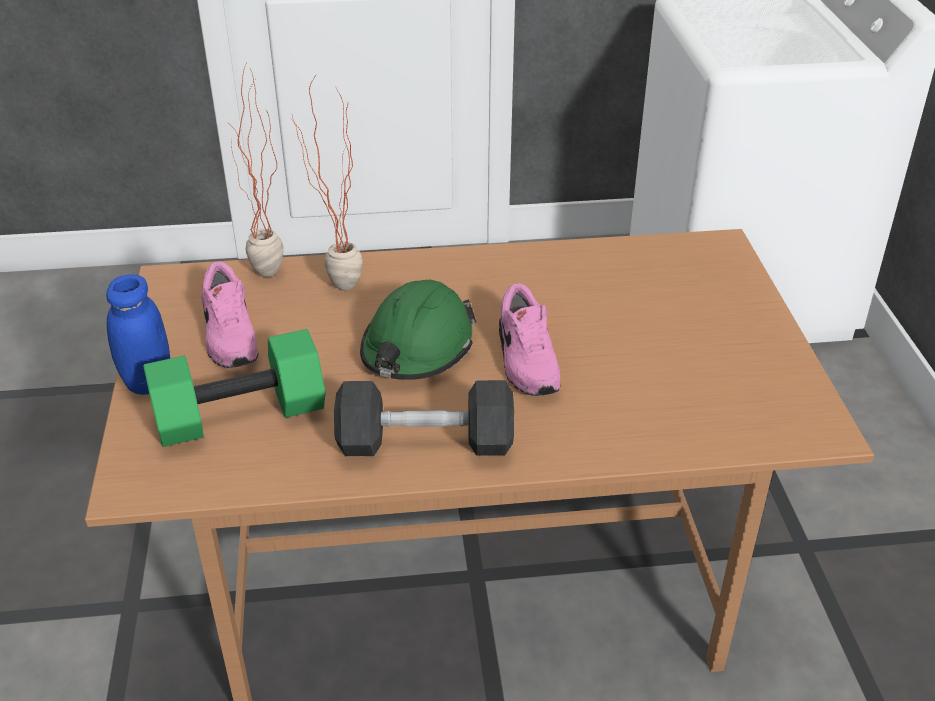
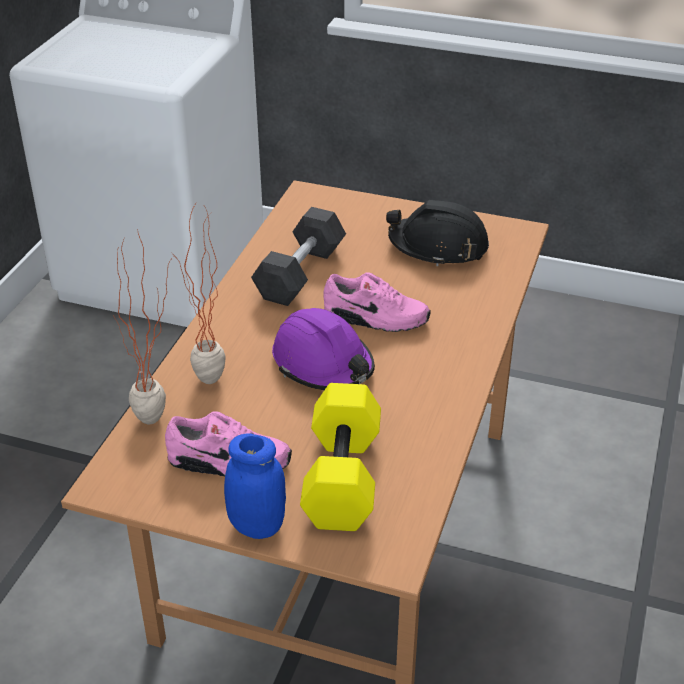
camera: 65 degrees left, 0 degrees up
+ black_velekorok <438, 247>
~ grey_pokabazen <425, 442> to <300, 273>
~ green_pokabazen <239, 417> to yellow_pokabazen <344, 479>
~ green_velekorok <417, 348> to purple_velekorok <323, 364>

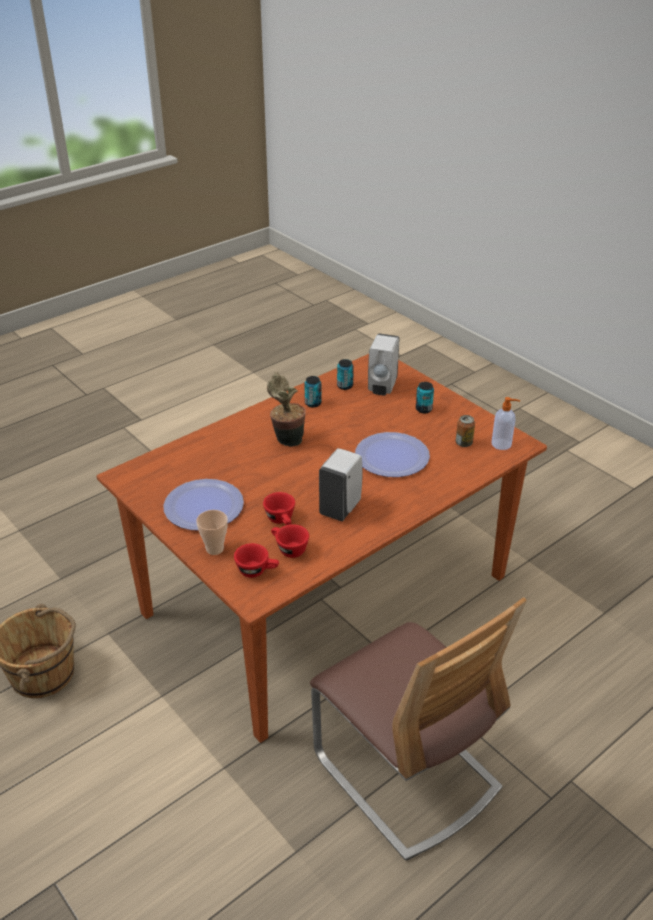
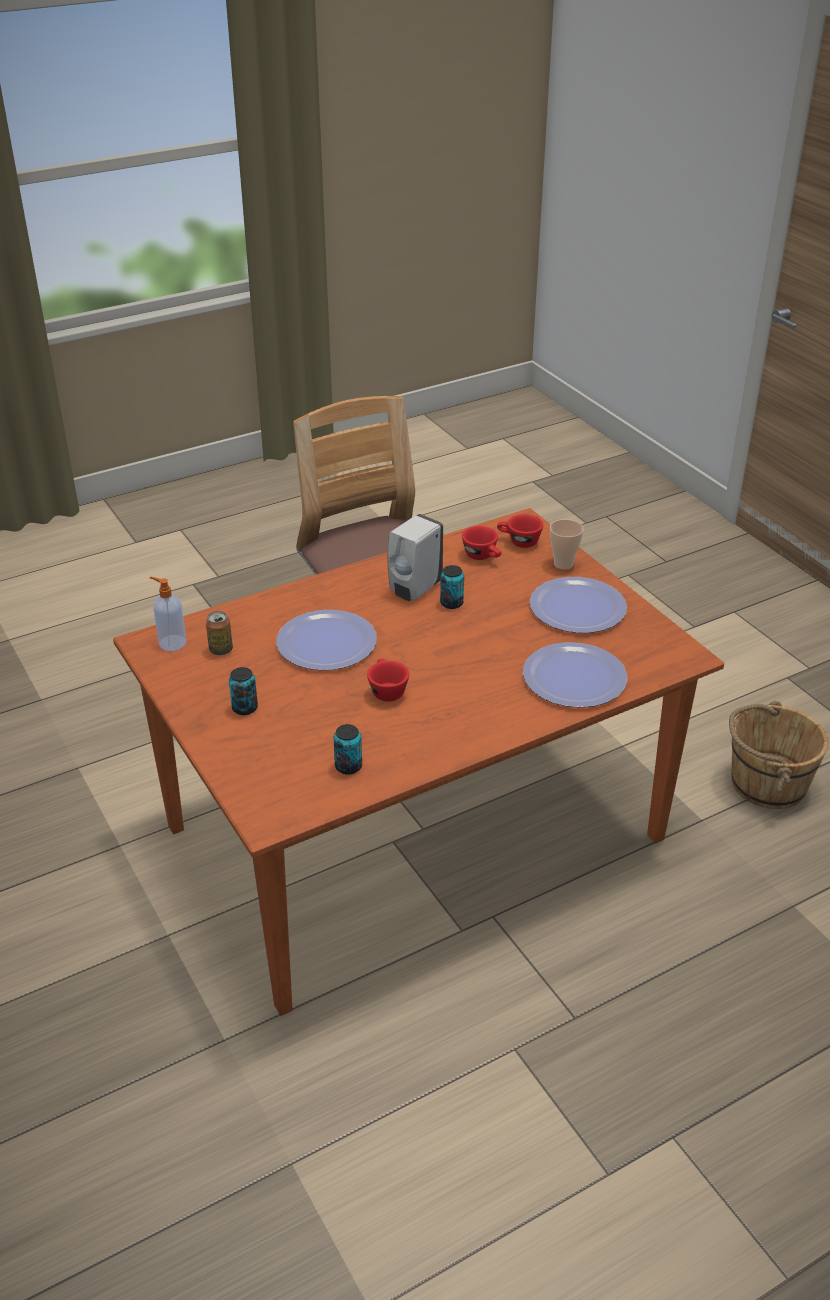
camera: 170 degrees left, 0 degrees up
- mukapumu <286, 440>
- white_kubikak <382, 387>
+ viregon <574, 677>
~ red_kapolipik <282, 520> to <386, 690>
~ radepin <313, 403> to <451, 603>

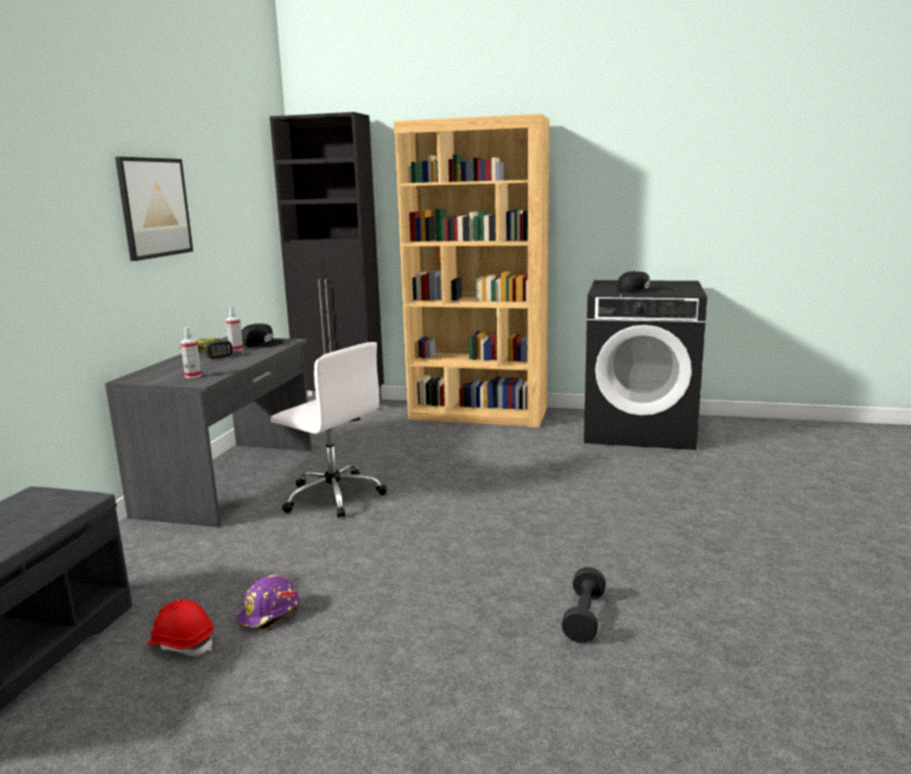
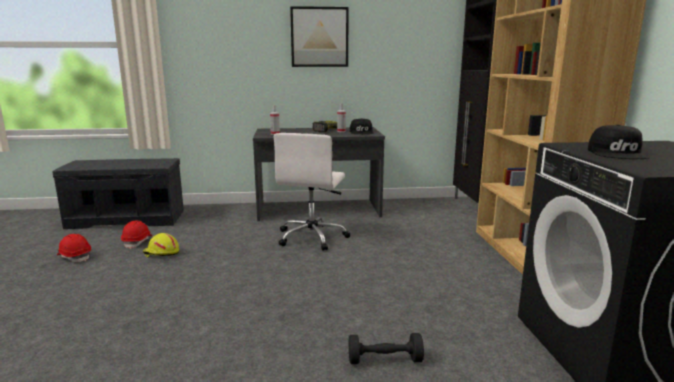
camera: 70 degrees right, 0 degrees up
+ red_velekorok <75, 257>
~ black_pokabazen <584, 617> to <384, 360>
~ purple_velekorok <270, 615> to yellow_velekorok <161, 253>

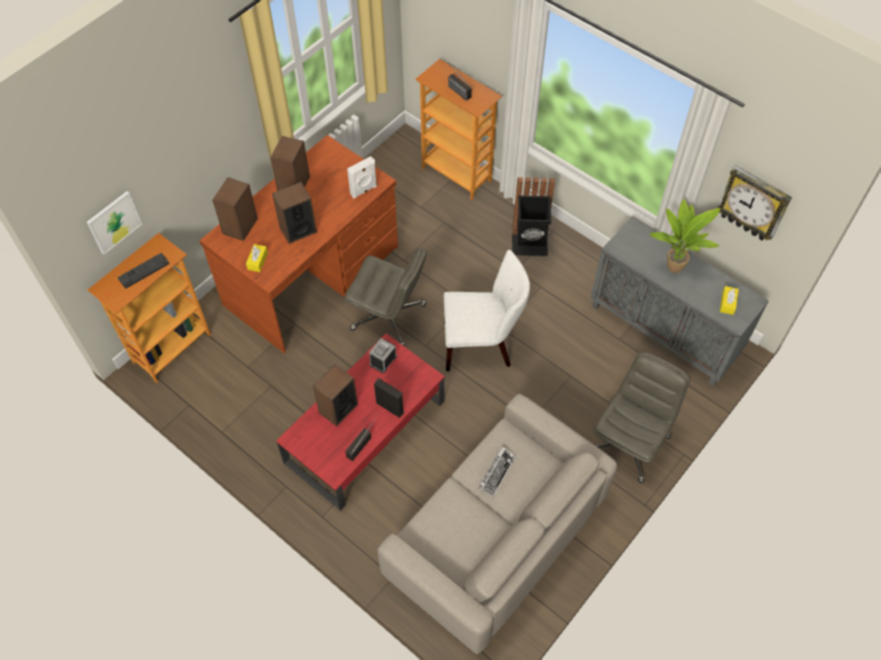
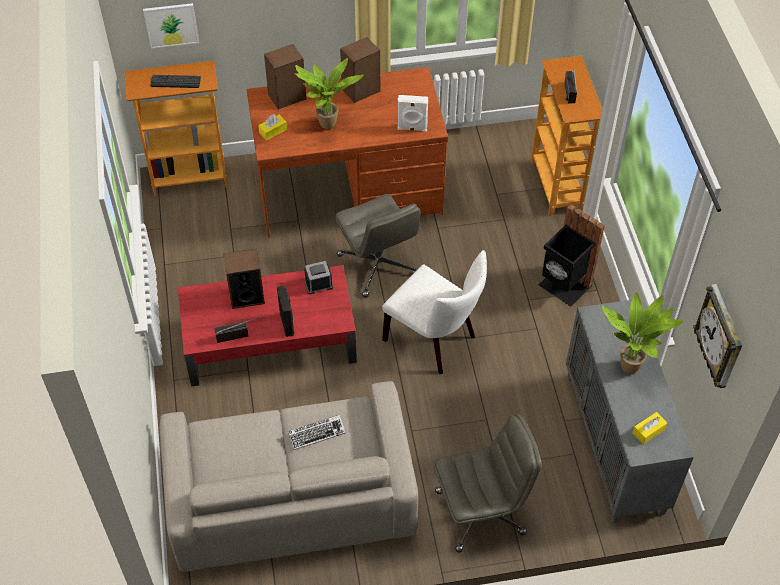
camera: 40 degrees right, 5 degrees down
~ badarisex <298, 229> to mukapumu <328, 126>

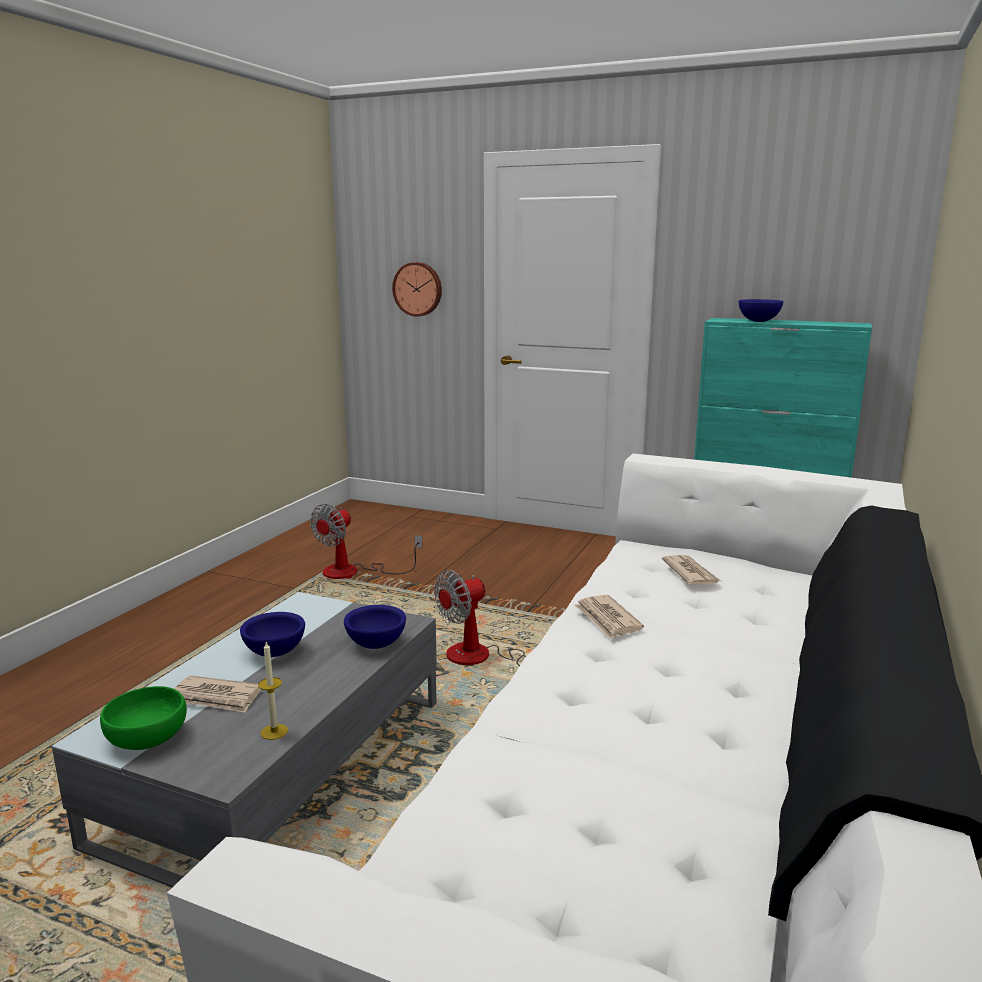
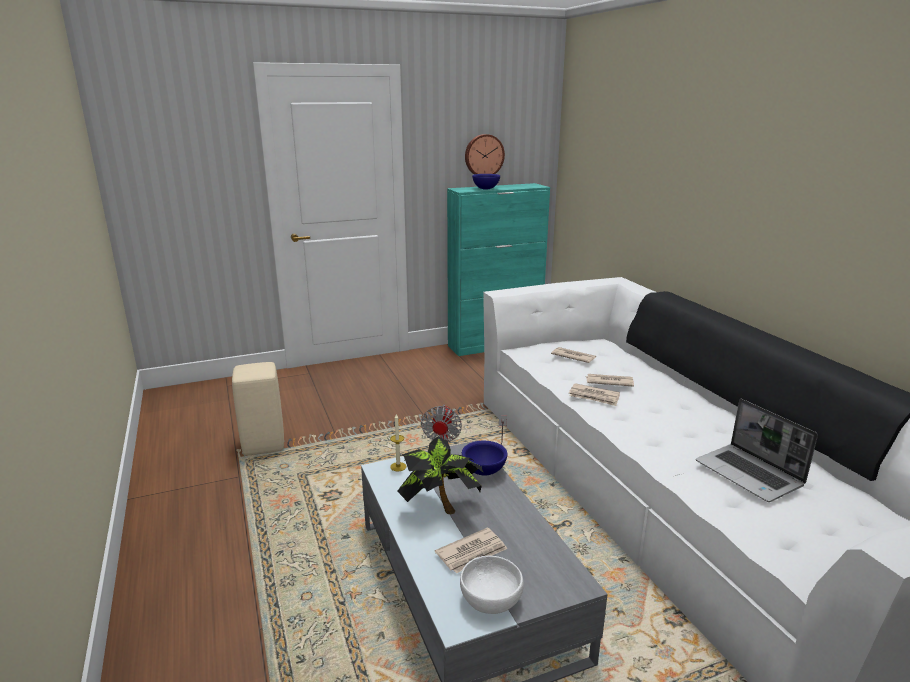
camera: 45 degrees left, 5 degrees up
+ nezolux <609, 382>
+ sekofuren <750, 474>
~ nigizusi <274, 732> to <398, 466>
~ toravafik <418, 289> to <483, 155>
~ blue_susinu <274, 652> to mukapumu <440, 508>
~ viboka <353, 572> to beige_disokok <264, 444>
~ green_susinu <146, 738> to white_susinu <490, 599>

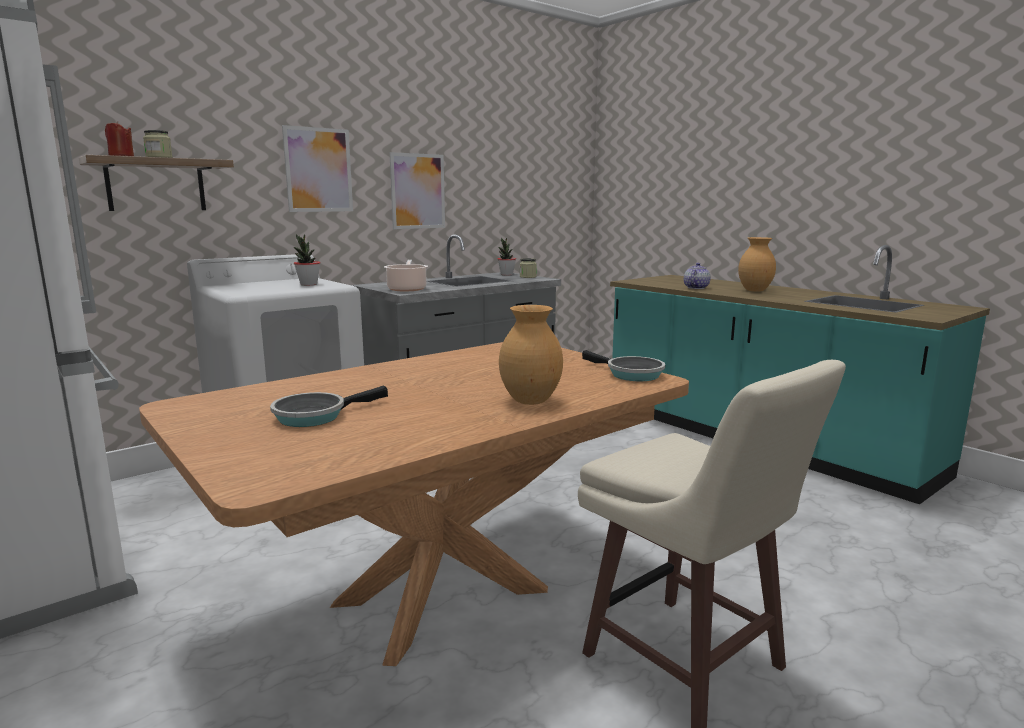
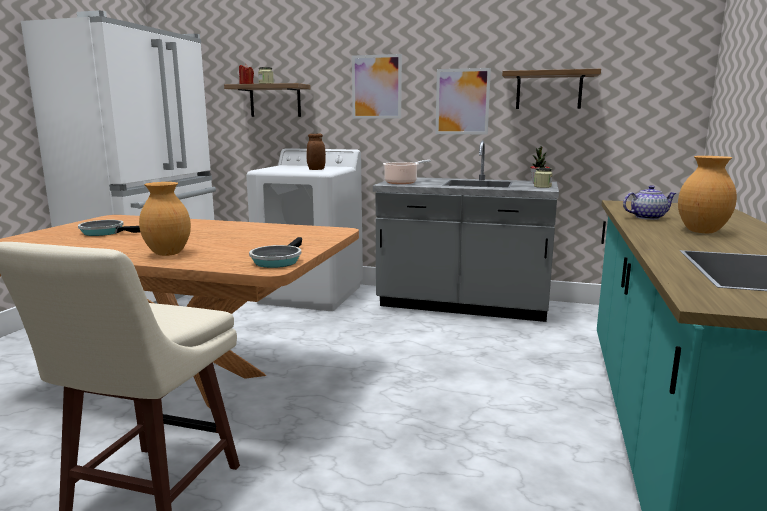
camera: 55 degrees right, 0 degrees up
+ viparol <549, 90>
~ mukapumu <308, 284> to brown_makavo <316, 169>

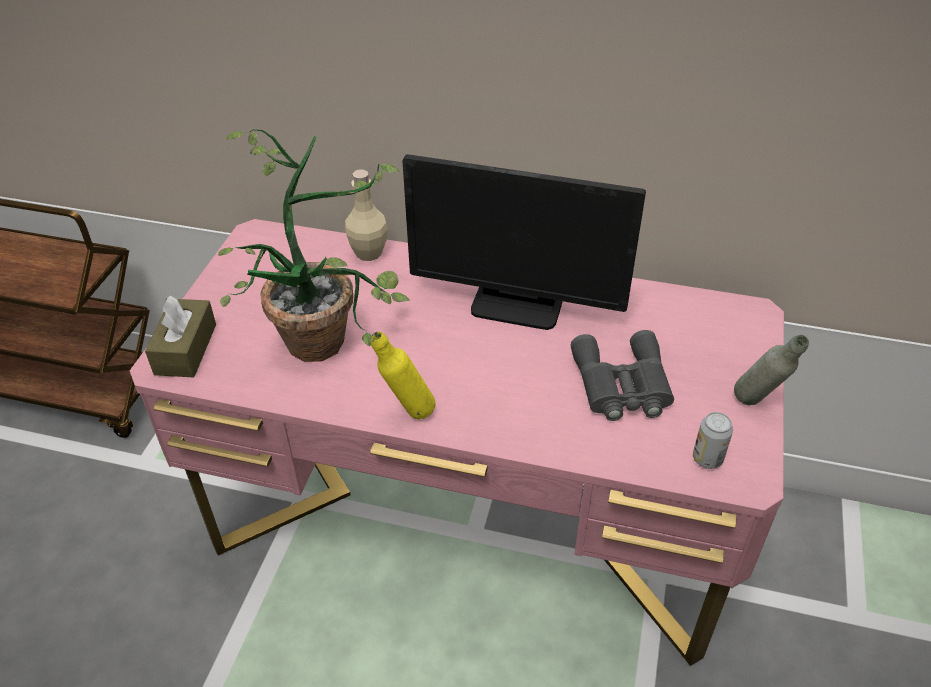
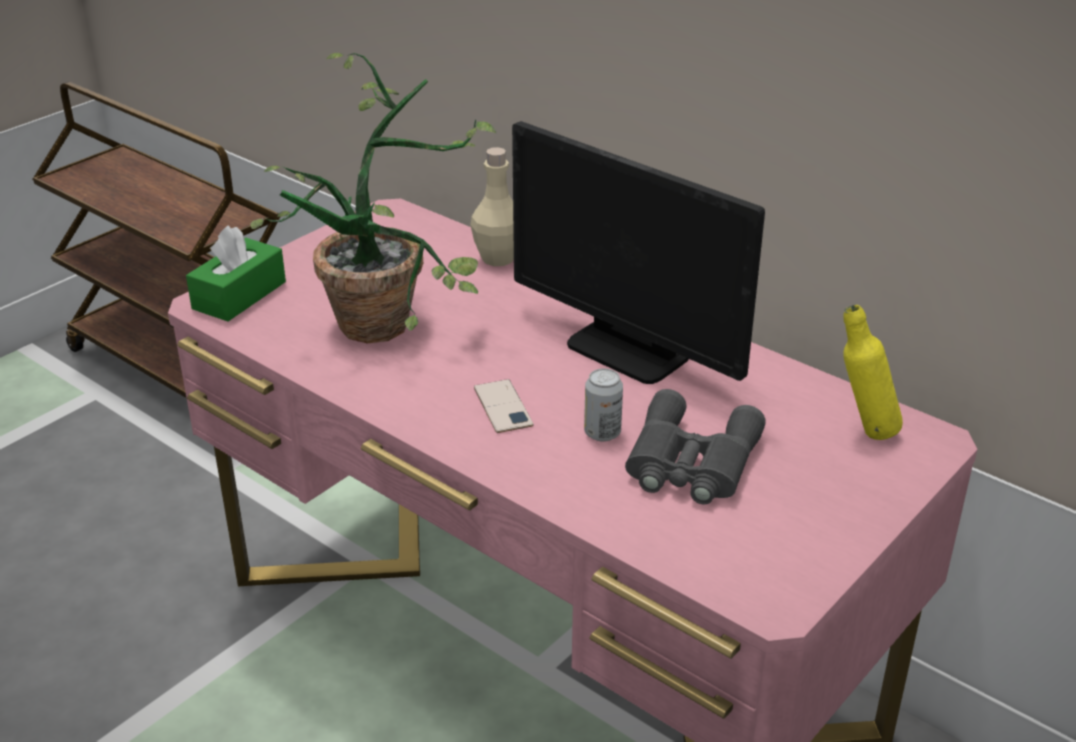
camera: 25 degrees right, 10 degrees down
- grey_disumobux <757, 406>
+ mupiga <503, 407>
~ yellow_disumobux <407, 413> to <863, 432>
~ radepin <707, 459> to <602, 433>
~ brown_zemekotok <186, 349> to green_zemekotok <239, 295>

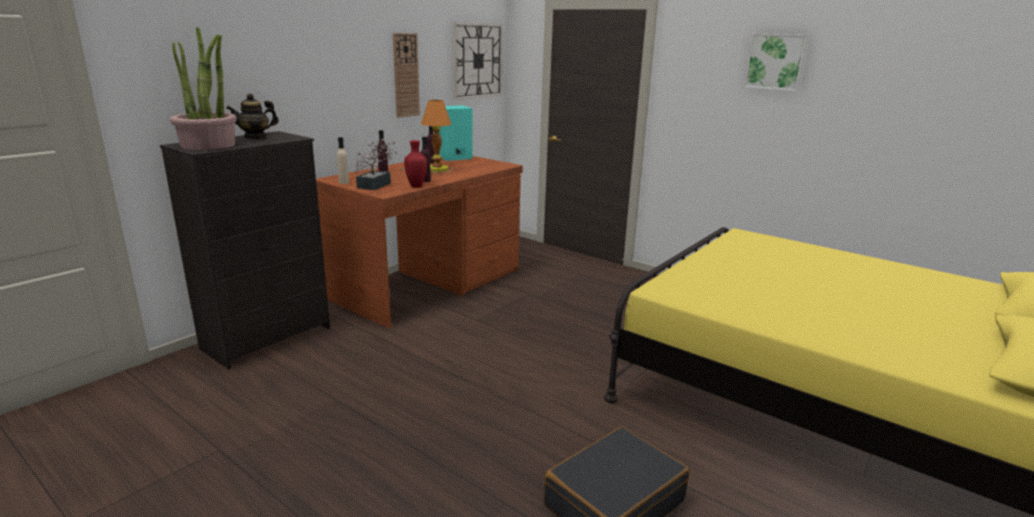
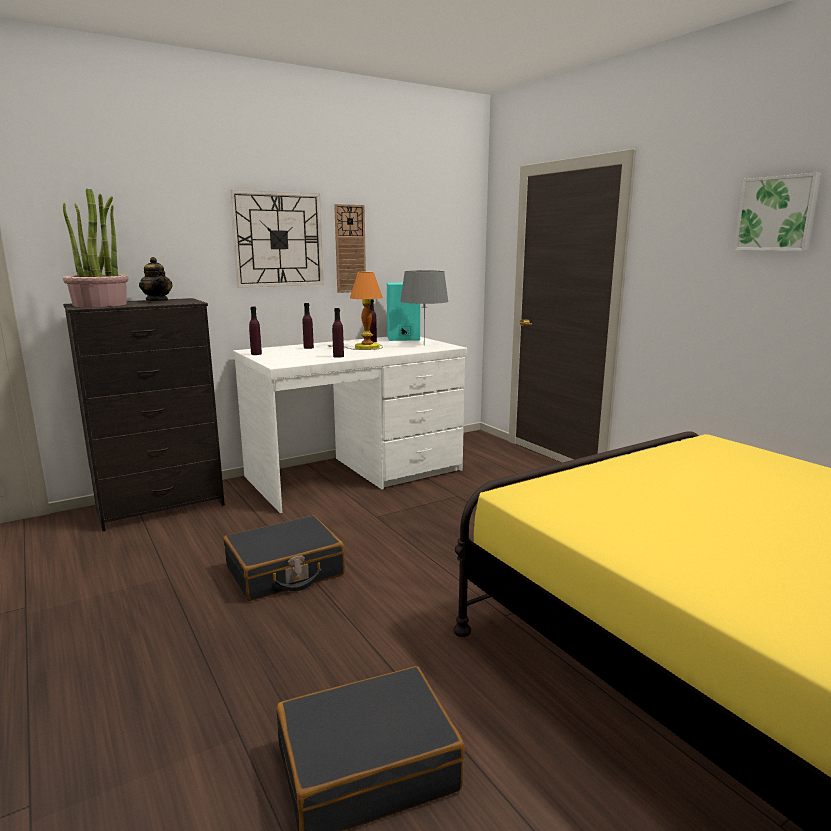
camera: 20 degrees right, 5 degrees down
- mukapumu <376, 184>
- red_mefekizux <415, 186>
+ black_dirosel <285, 572>
+ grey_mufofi <424, 345>
~ toravafik <477, 61> to <278, 239>
~ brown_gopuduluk <429, 284> to white_gopuduluk <356, 474>
~ beige_disumobux <344, 182> to purple_disumobux <256, 354>
~ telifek <255, 137> = <157, 301> 120 degrees counterclockwise

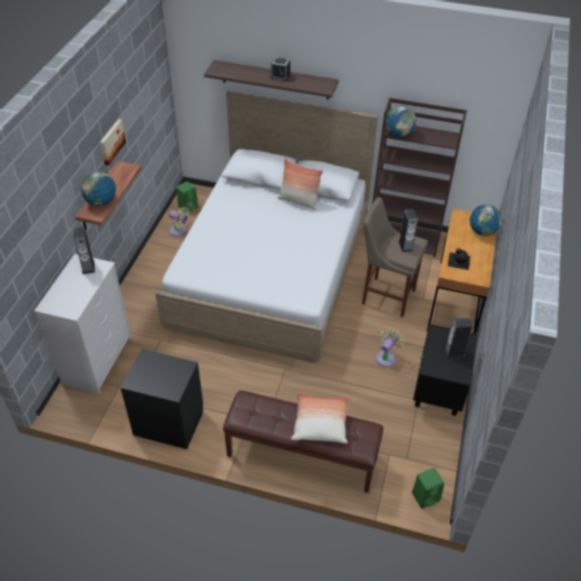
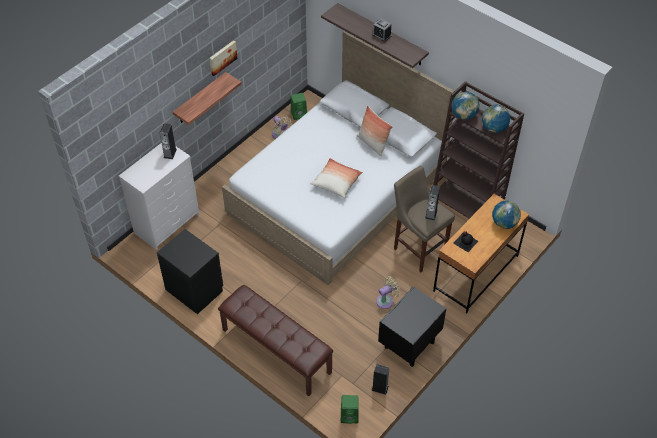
camera: 25 degrees right, 5 degrees up
~ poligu <101, 202> to <494, 128>
~ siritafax <320, 423> to <336, 182>
~ badarisex <454, 352> to <380, 388>

